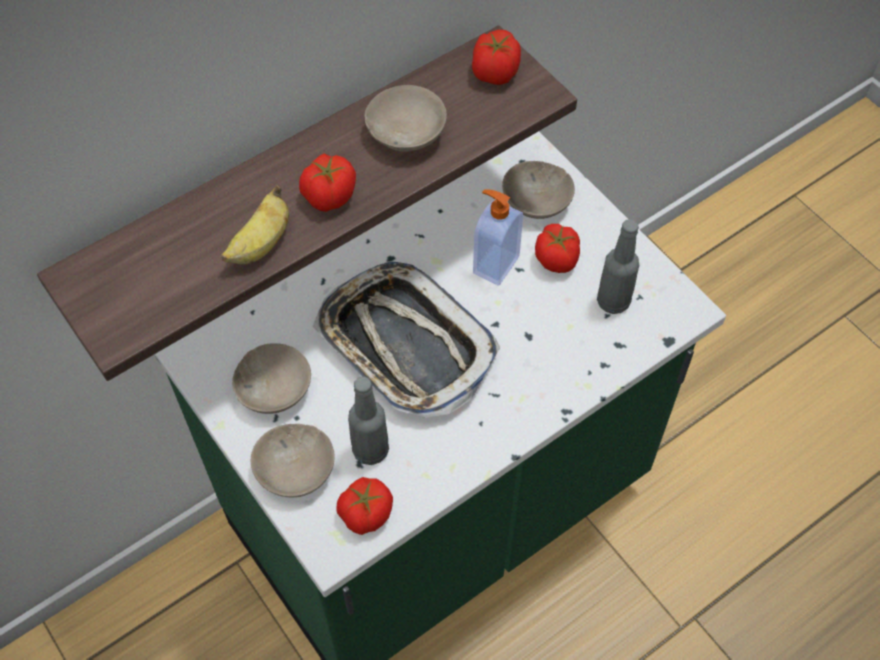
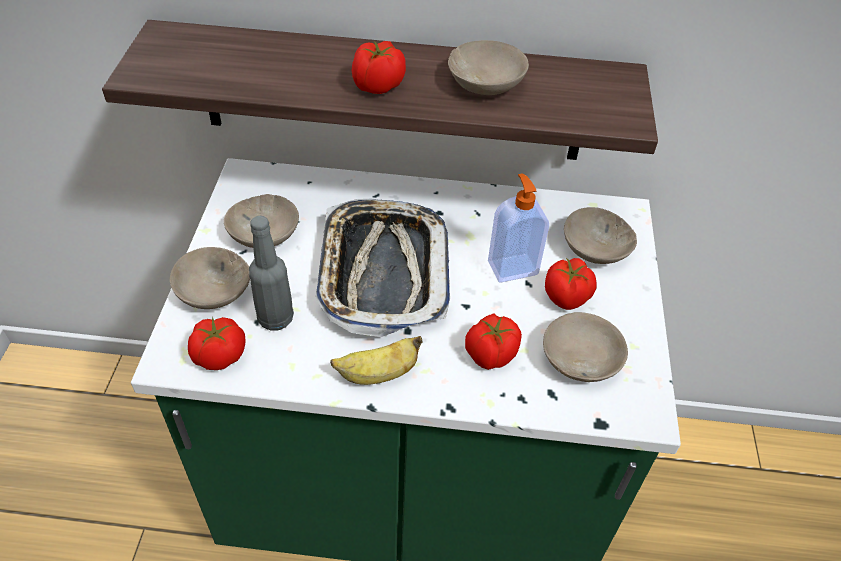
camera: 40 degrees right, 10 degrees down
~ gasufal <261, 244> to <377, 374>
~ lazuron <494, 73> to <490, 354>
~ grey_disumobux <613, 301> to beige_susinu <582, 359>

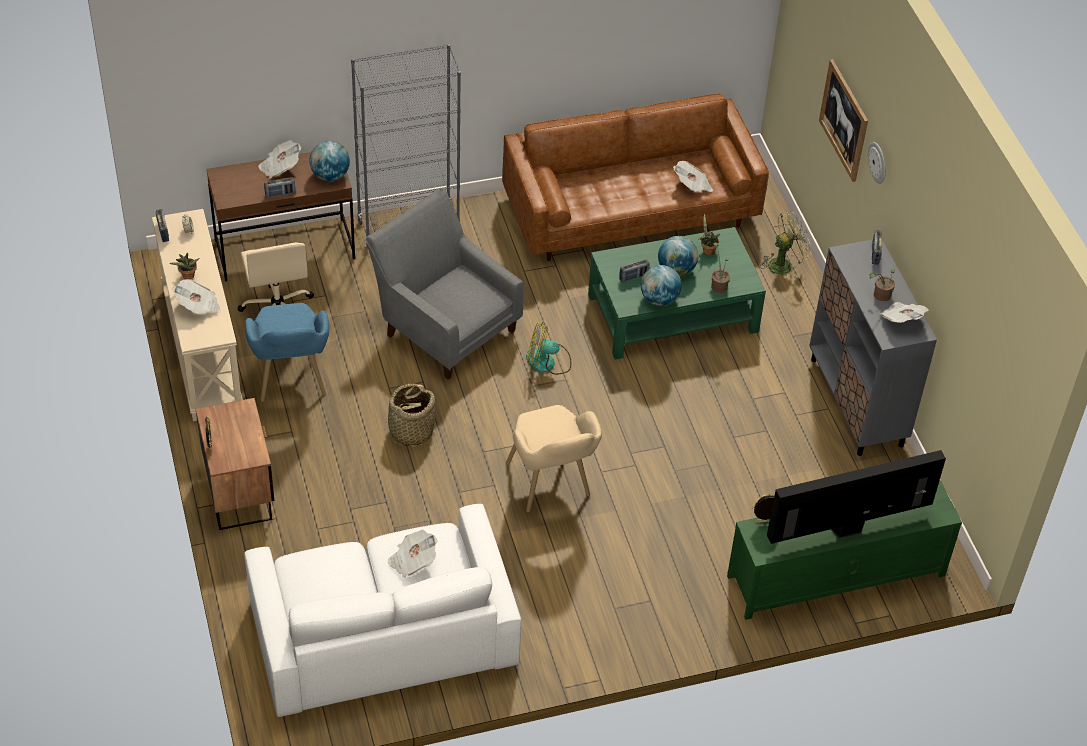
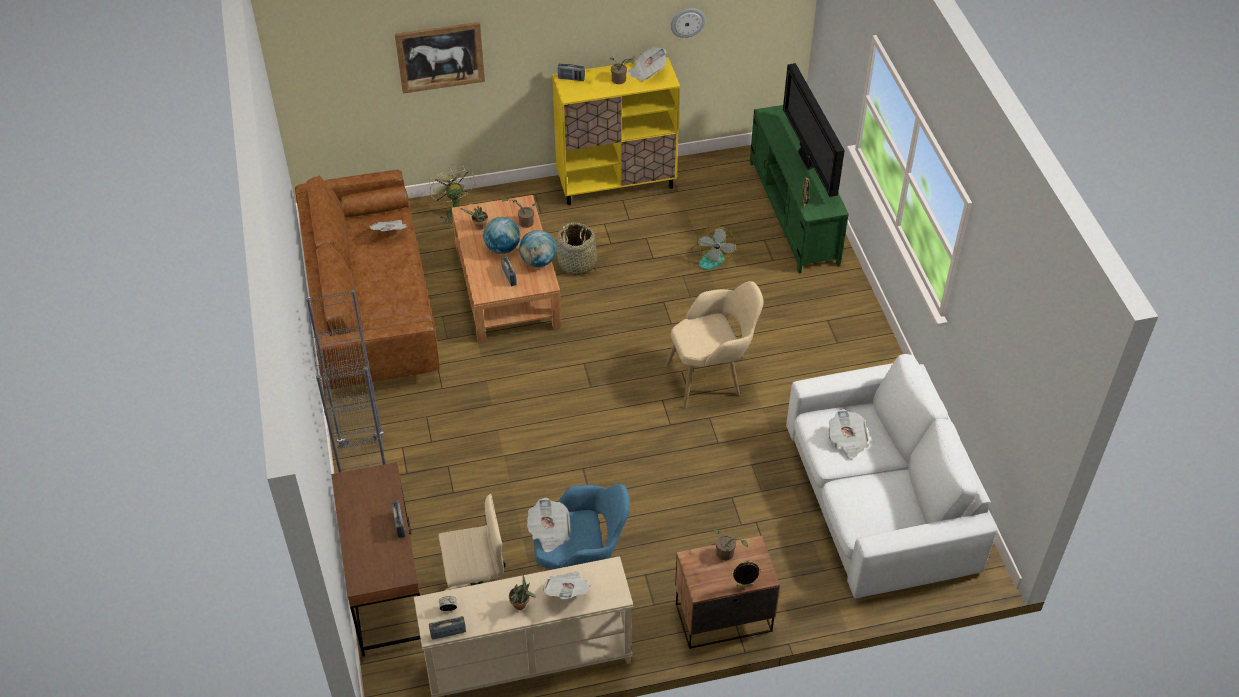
camera: 85 degrees left, 0 degrees up
- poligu <330, 175>
- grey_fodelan <444, 327>
+ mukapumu <726, 555>
~ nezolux <280, 167> to <549, 532>
~ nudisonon <410, 431> to <577, 264>
~ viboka <547, 362> to <712, 256>
~ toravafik <878, 162> to <687, 22>
~ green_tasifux <673, 312> to brown_tasifux <506, 286>
~ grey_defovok <856, 402> to yellow_defovok <616, 183>

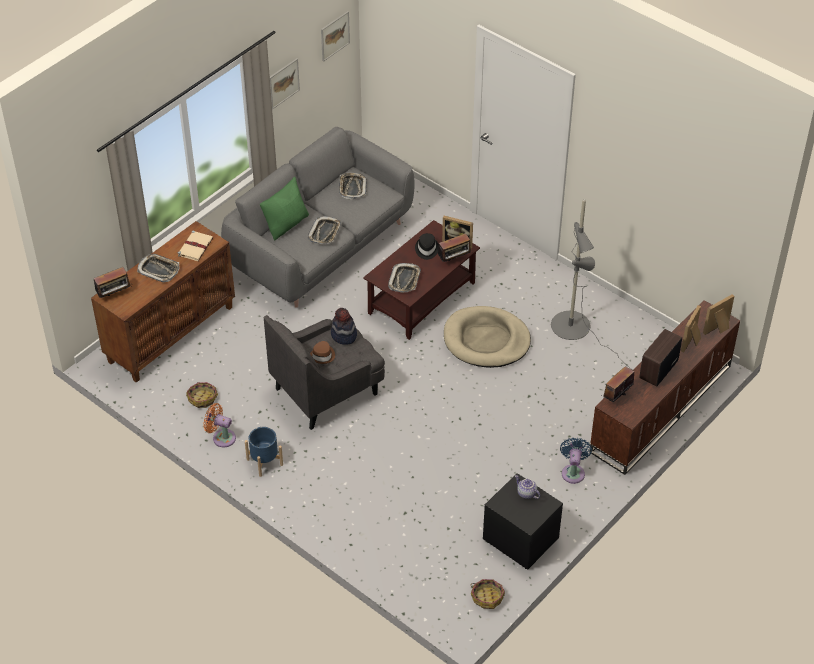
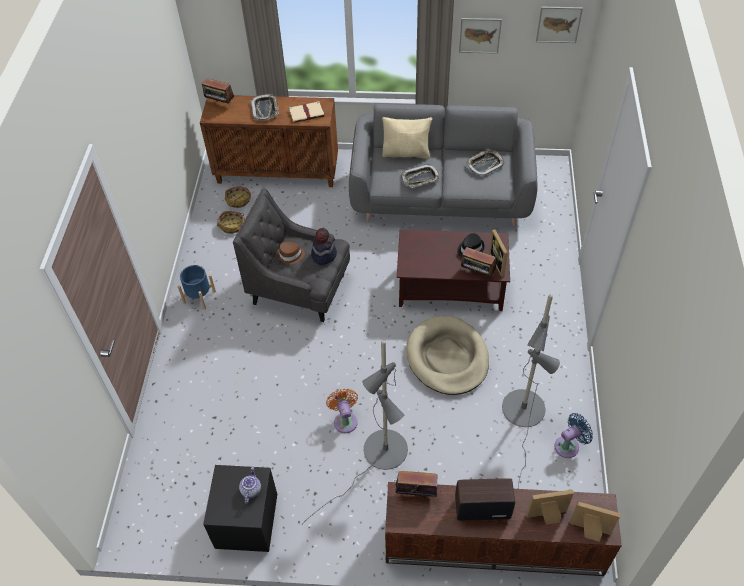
camera: 55 degrees right, 5 degrees up
- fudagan <404, 280>
+ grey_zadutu <378, 456>
~ orange_viboka <222, 437> to <345, 420>
~ nudisonon <487, 597> to <238, 200>
~ blue_viboka <573, 472> to <569, 445>
~ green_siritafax <286, 224> to beige_siritafax <406, 153>

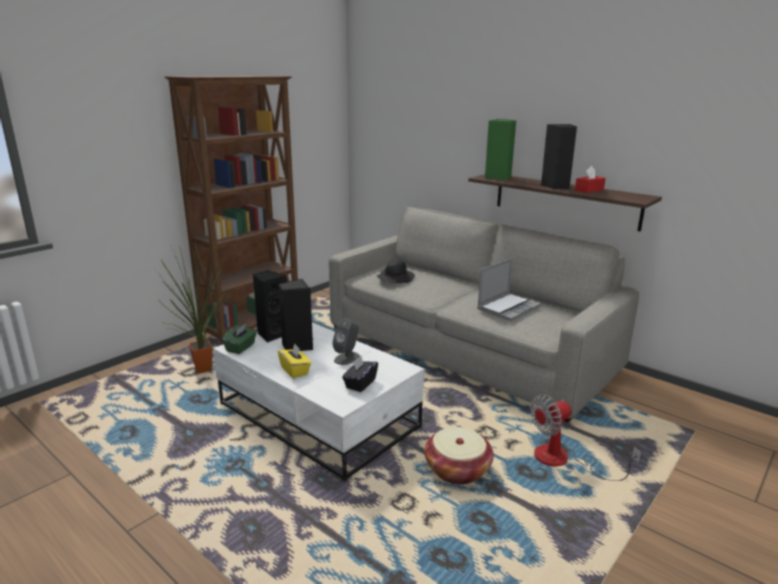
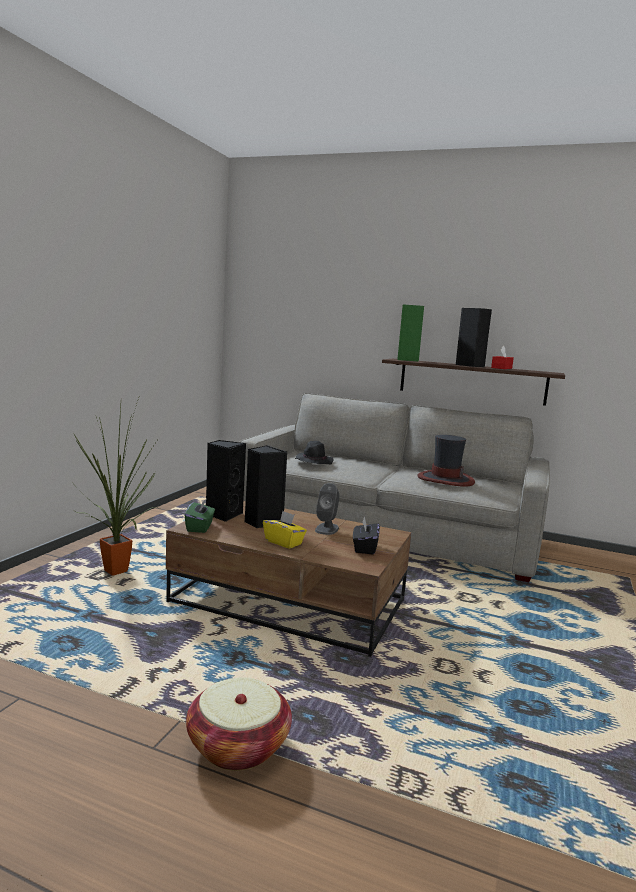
camera: 20 degrees left, 10 degrees down
- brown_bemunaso <253, 327>
- viboka <563, 460>
~ nudisonon <457, 469> to <238, 746>
~ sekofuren <508, 307> to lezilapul <445, 479>
~ white_tasifux <319, 416> to brown_tasifux <290, 601>

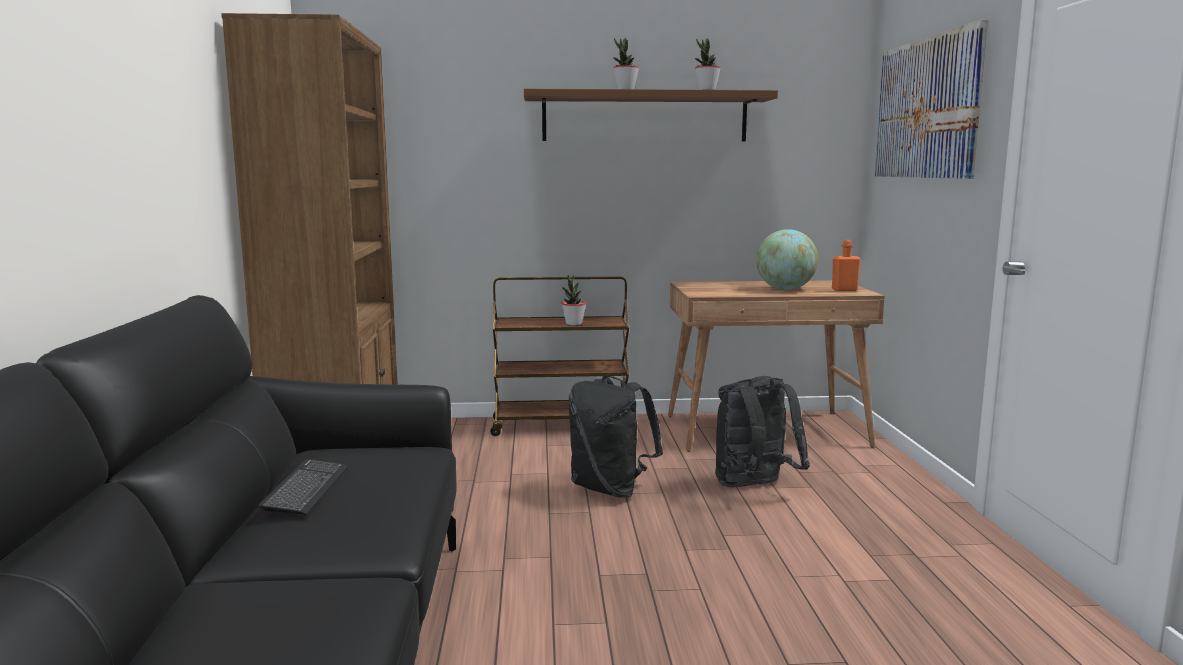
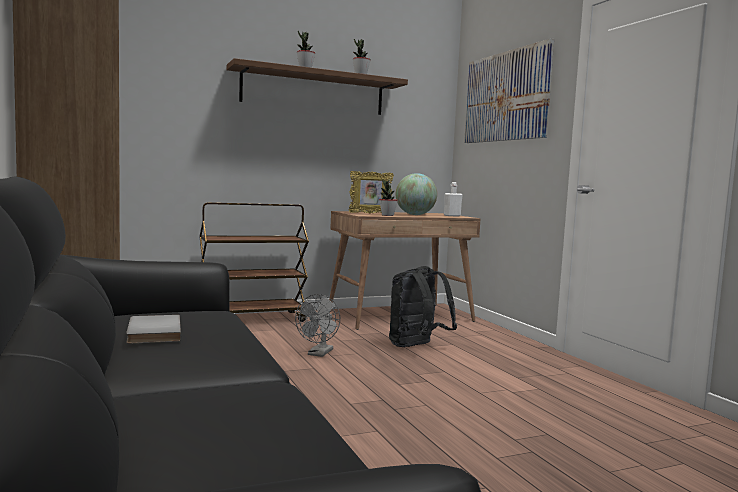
camera: 20 degrees left, 5 degrees down
+ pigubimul <370, 213>
~ mukapumu <573, 324> to <387, 215>
~ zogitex <306, 489> to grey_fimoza <151, 332>
~ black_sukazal <610, 489> to grey_viboka <319, 354>
~ orange_disumobux <844, 290> to white_disumobux <452, 216>

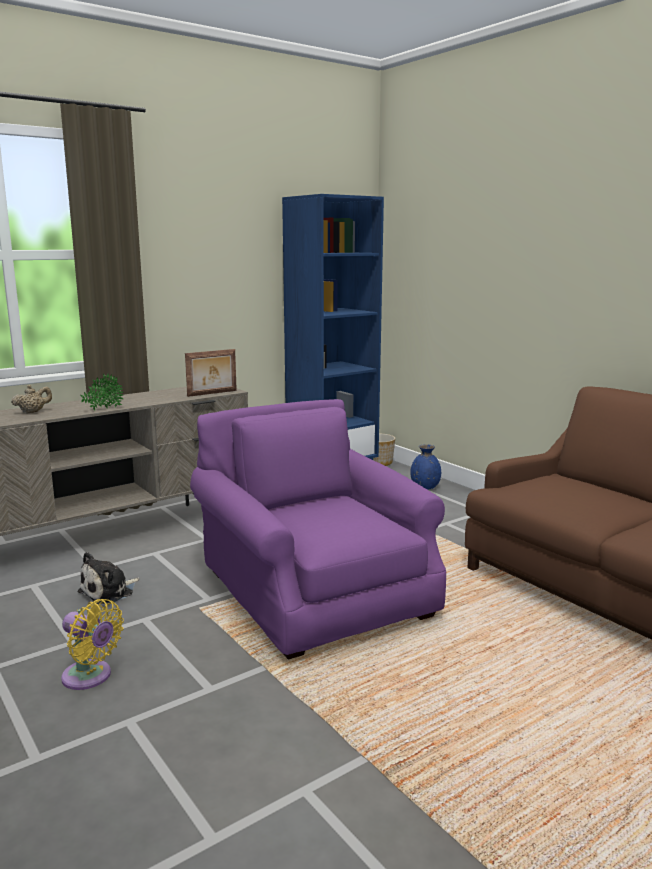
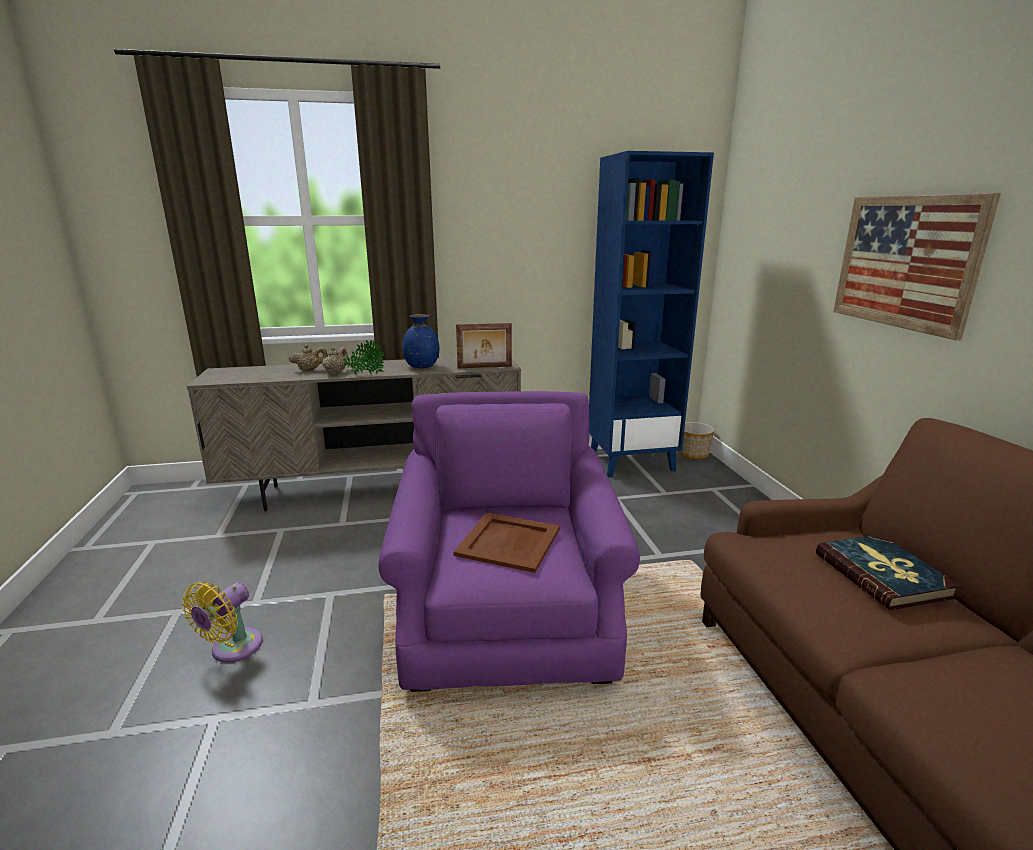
camera: 25 degrees right, 5 degrees up
- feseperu <109, 592>
+ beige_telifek <336, 372>
+ brown_fudagan <507, 542>
+ fimoza <883, 575>
+ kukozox <905, 262>
~ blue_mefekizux <424, 487> to <421, 366>
~ yellow_viboka <90, 677> = <232, 649> 60 degrees clockwise

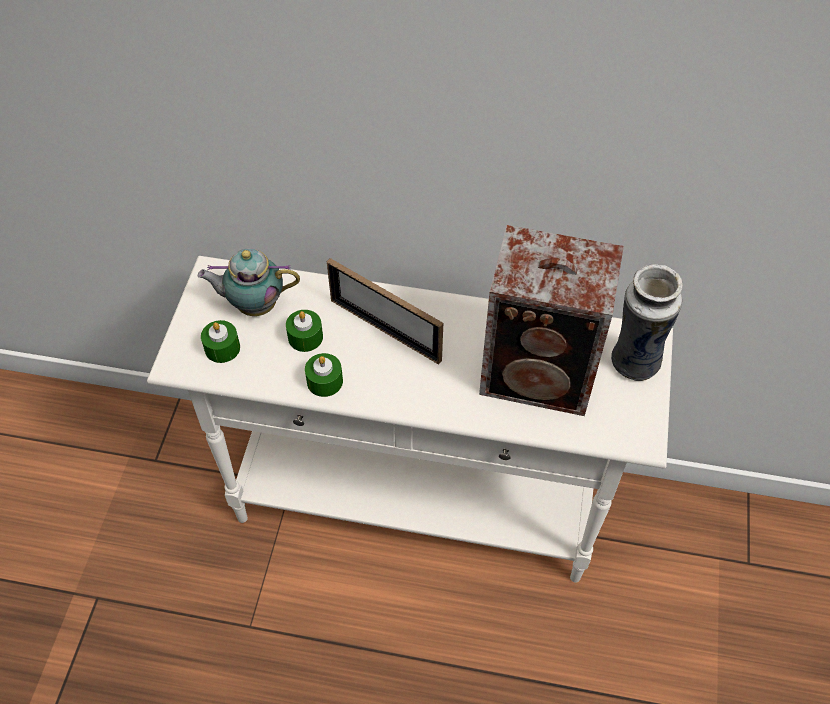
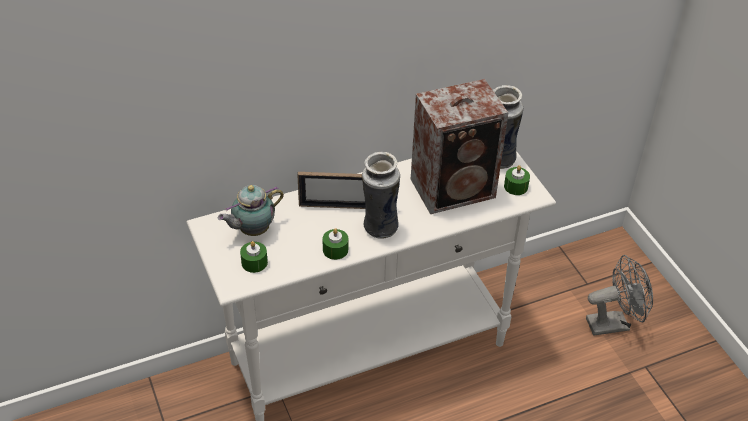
camera: 35 degrees left, 10 degrees down
+ mefekizux <379, 228>
+ grey_viboka <614, 323>
~ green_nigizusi <305, 337> to <516, 186>

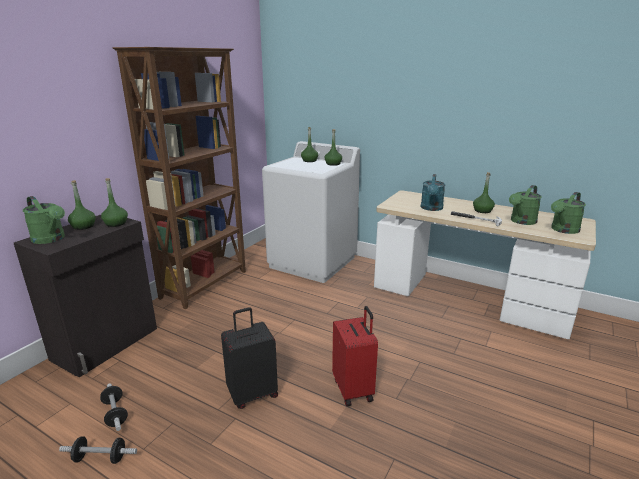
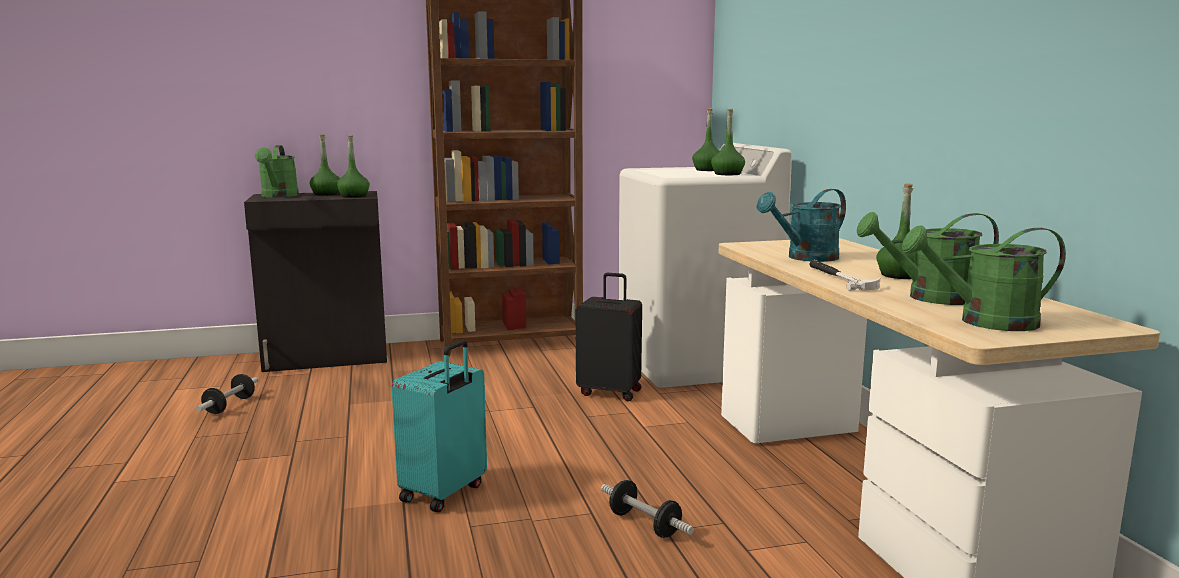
camera: 45 degrees right, 10 degrees down
~ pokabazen <100, 458> to <644, 524>
~ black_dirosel <252, 393> to <610, 392>
~ red_dirosel <354, 389> to turquoise_dirosel <444, 493>

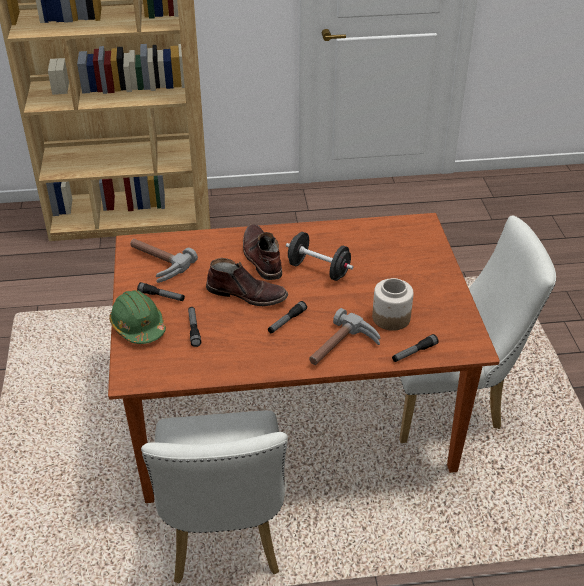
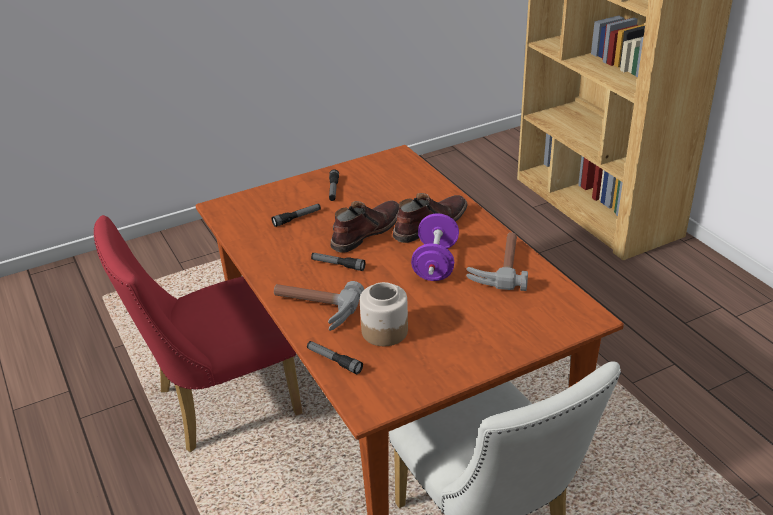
camera: 70 degrees right, 5 degrees down
- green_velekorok <138, 326>
~ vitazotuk <155, 264> to <498, 267>
~ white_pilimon <224, 538> to red_pilimon <218, 405>
~ black_pokabazen <318, 269> to purple_pokabazen <435, 263>
~ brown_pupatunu <247, 294> = <365, 232> 135 degrees counterclockwise

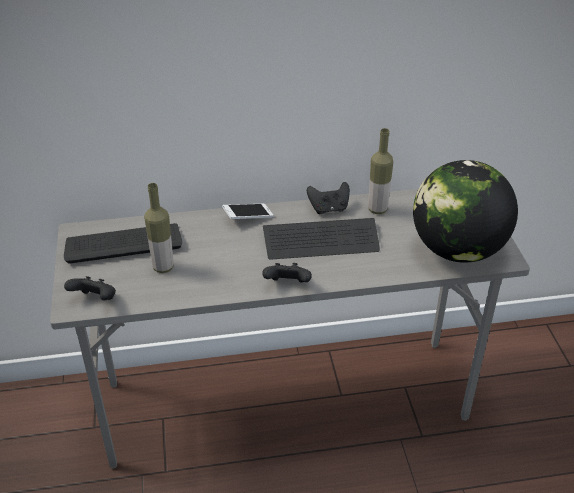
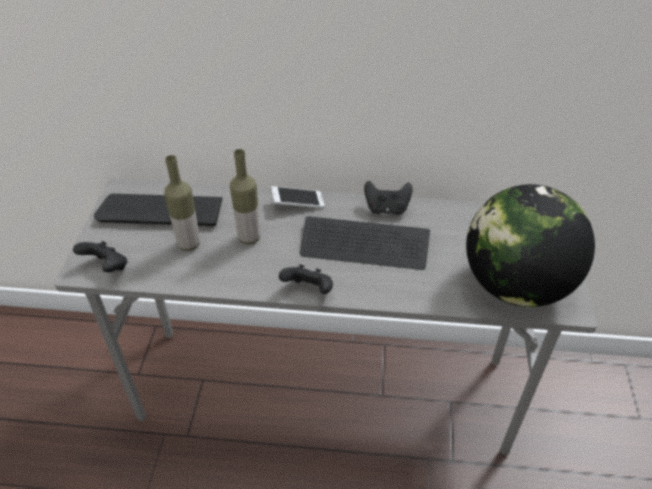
camera: 15 degrees right, 5 degrees up
~ disumobux <377, 209> to <249, 238>

